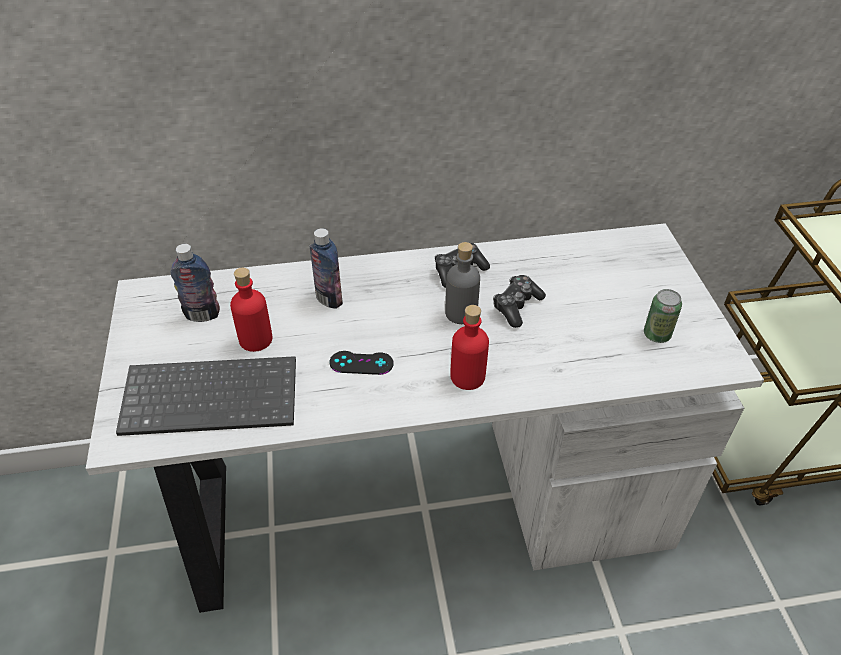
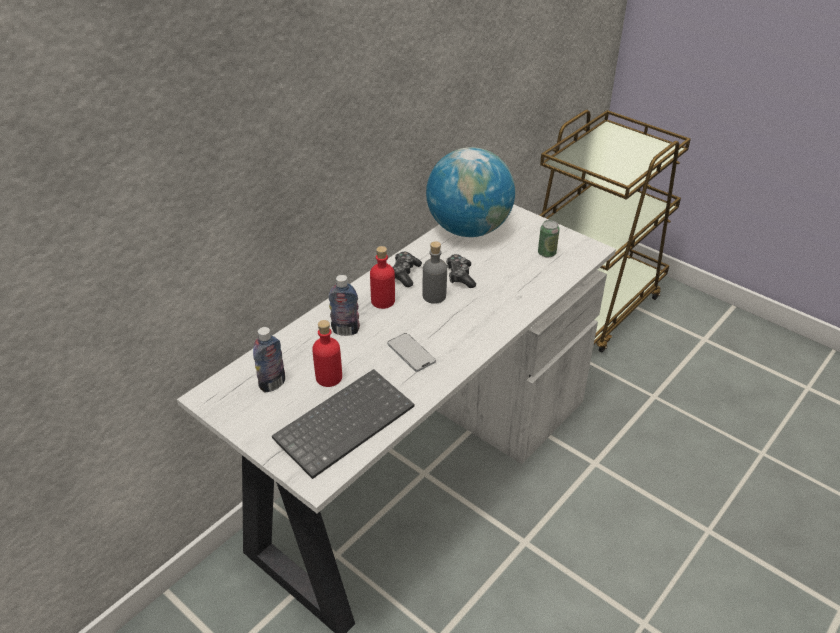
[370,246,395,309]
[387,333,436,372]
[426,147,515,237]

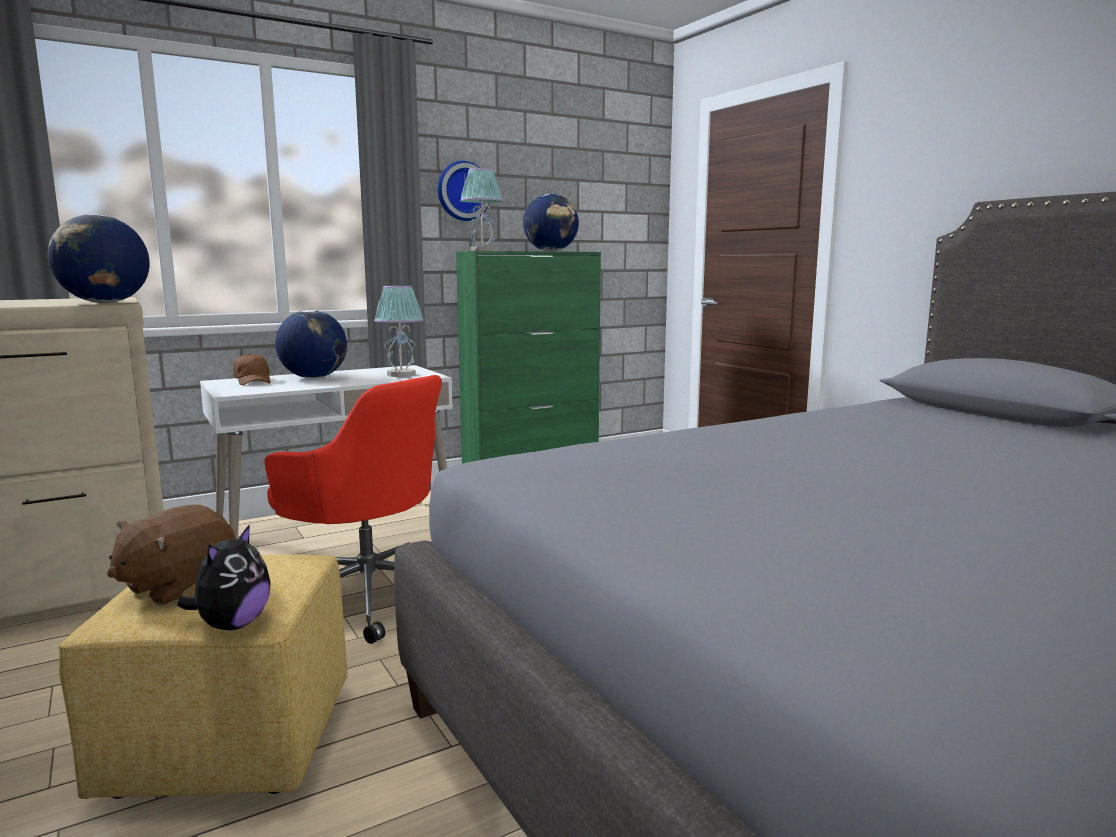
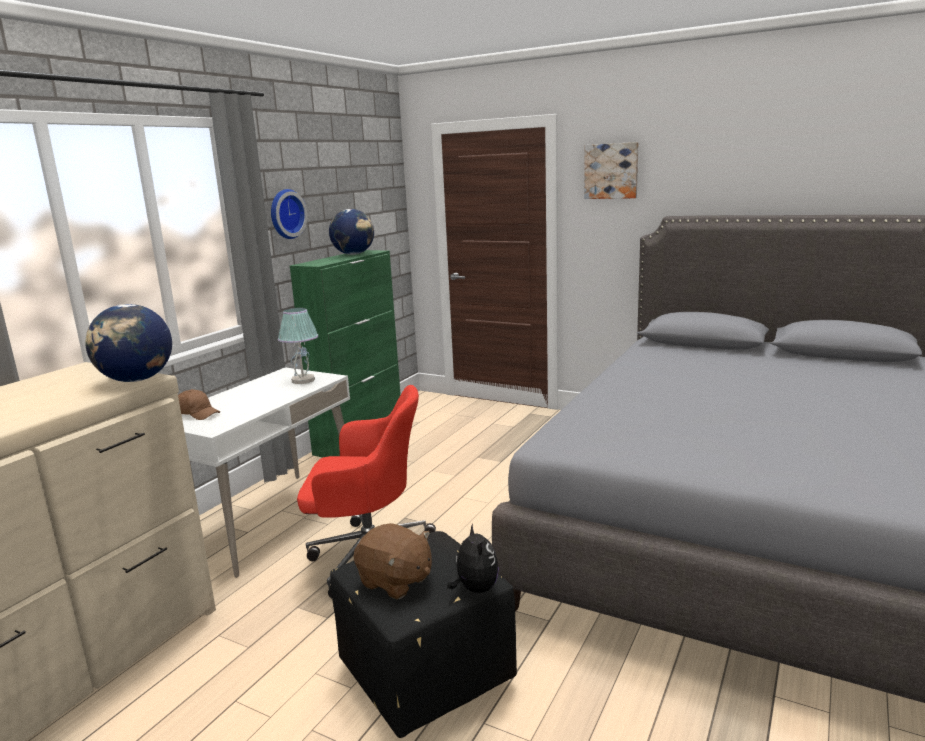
[460,168,503,251] (first image)
[275,310,347,378] (first image)
[354,523,432,600]
[330,531,517,738]
[584,142,638,199]

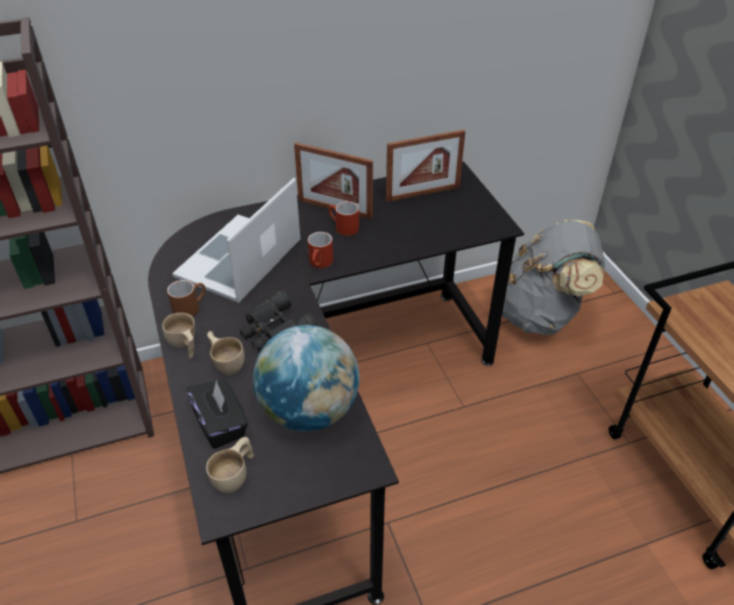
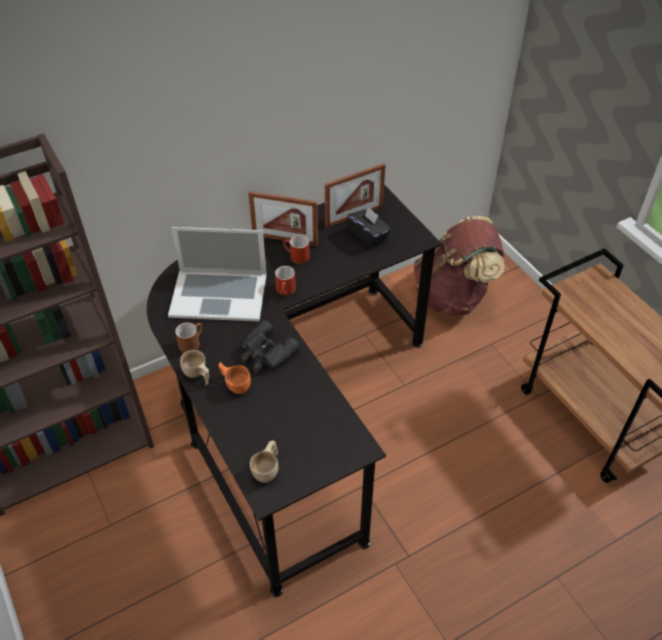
[168,227,267,321]
[414,216,505,316]
[253,325,360,431] (first image)
[218,362,251,394]
[347,207,391,248]

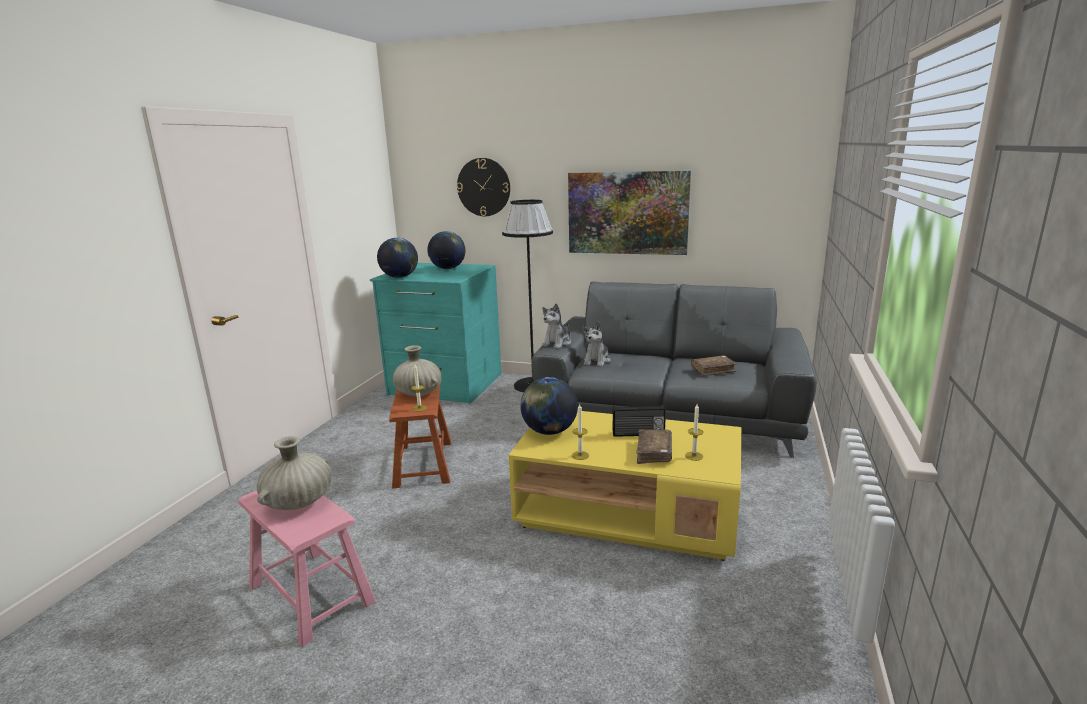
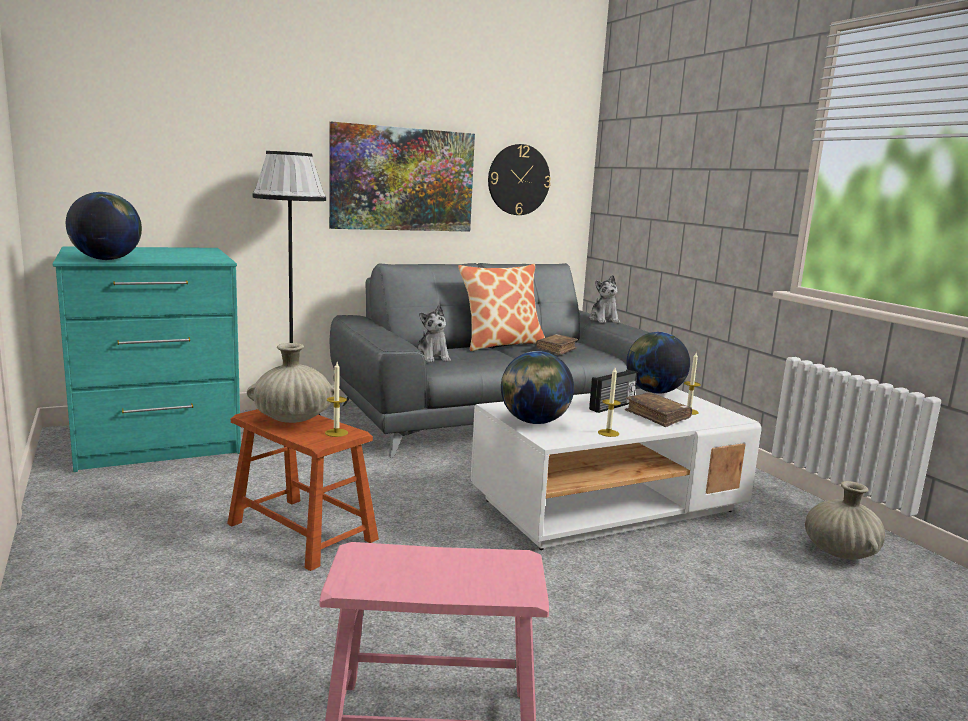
[488,144,551,215]
[626,332,690,394]
[589,275,620,323]
[471,389,762,550]
[805,481,885,560]
[458,264,545,351]

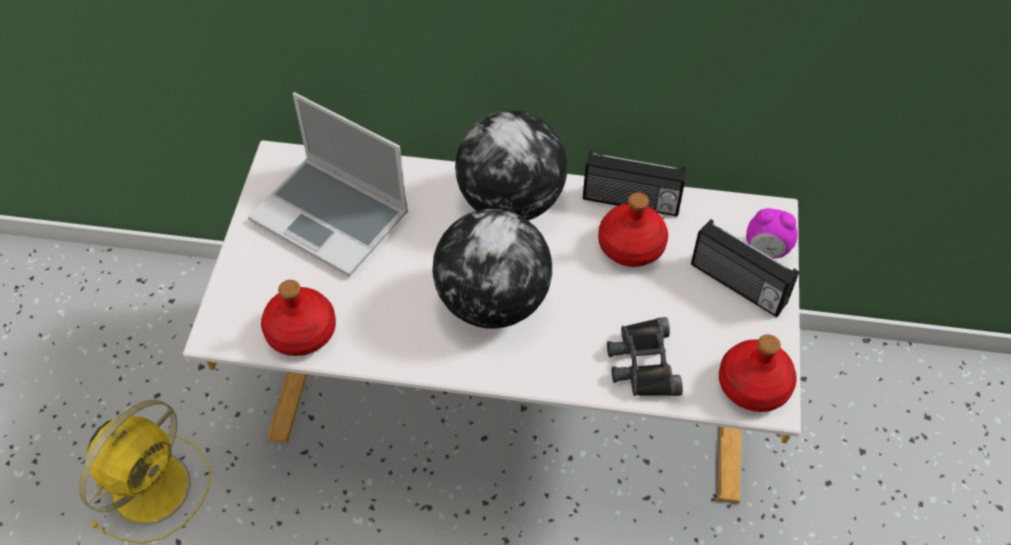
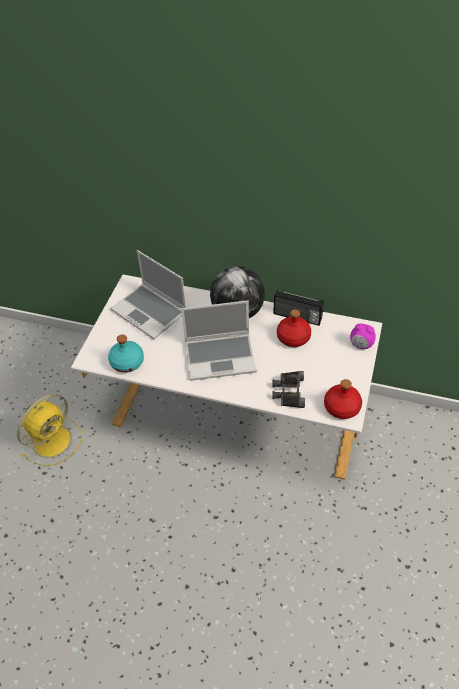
[181,300,257,381]
[691,219,799,317] (first image)
[108,335,144,373]

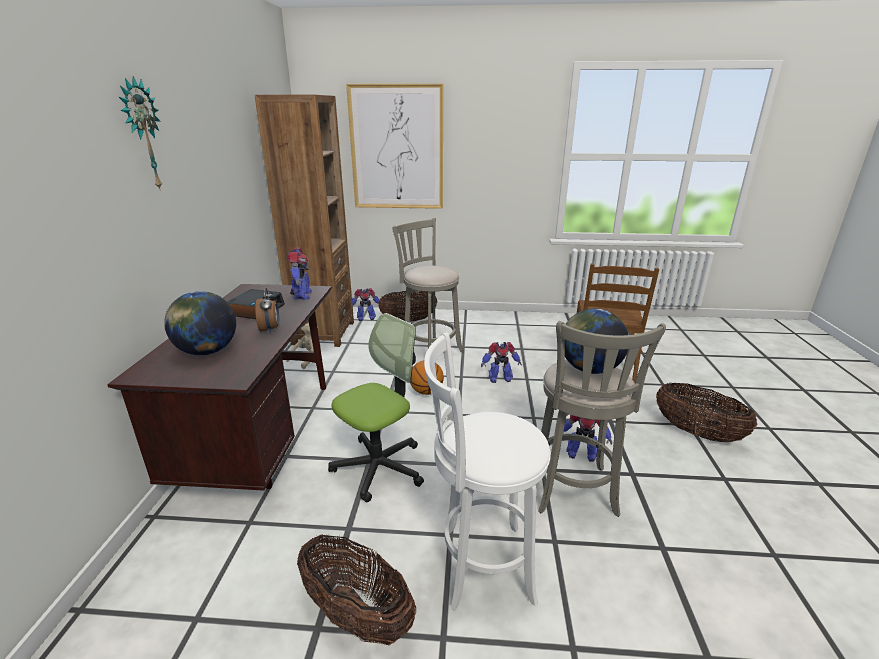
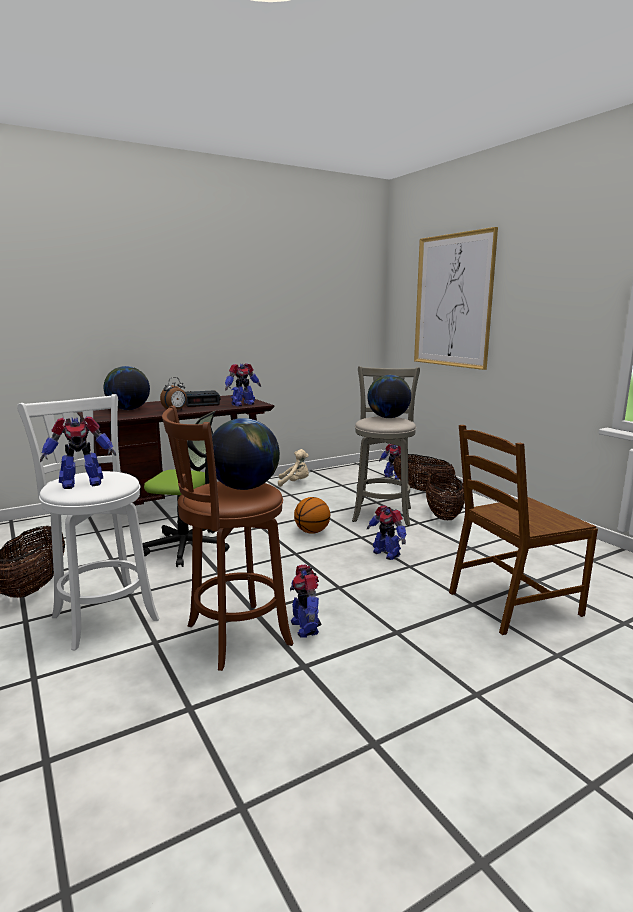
[119,76,162,191] (first image)
[254,95,354,347] (first image)
[162,405,293,671]
[426,472,465,520]
[367,375,411,418]
[40,416,116,489]

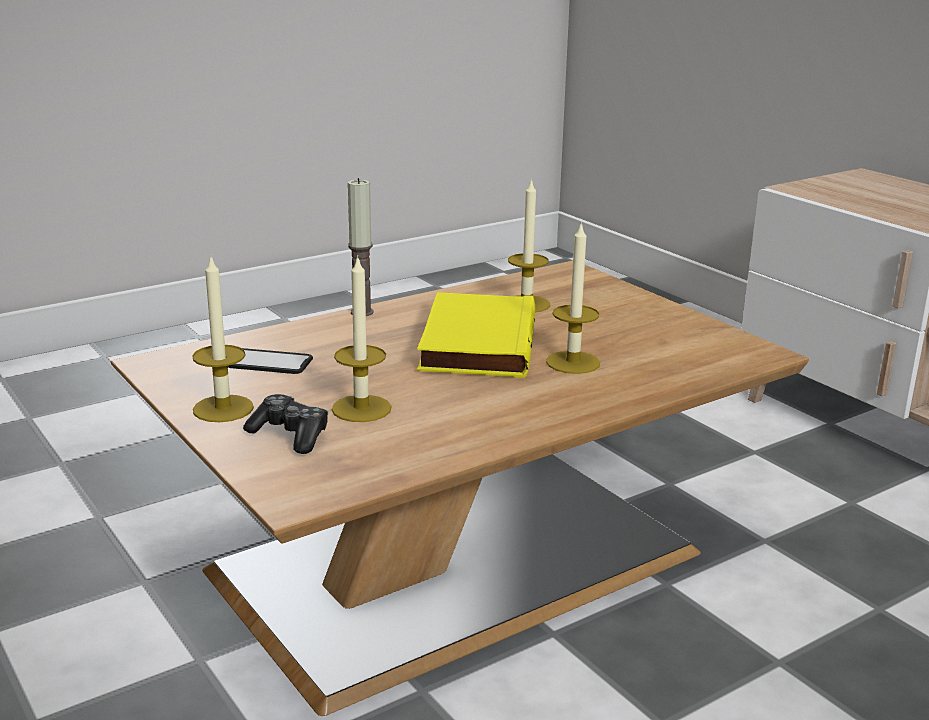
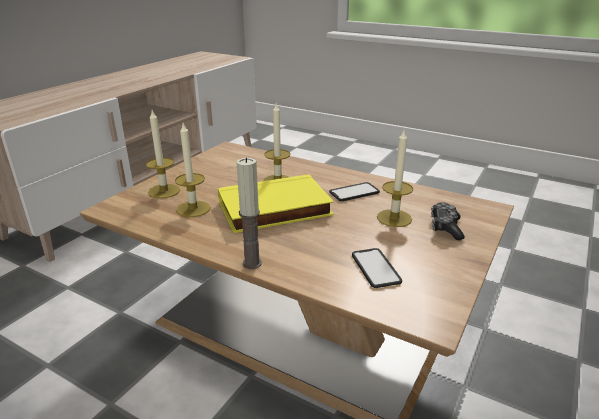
[146,111,180,198]
[329,182,380,201]

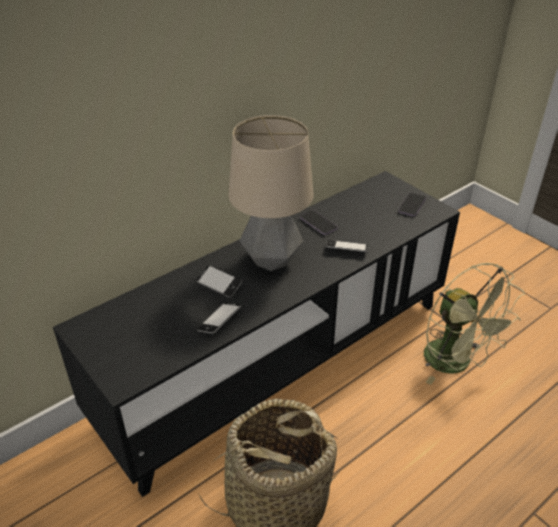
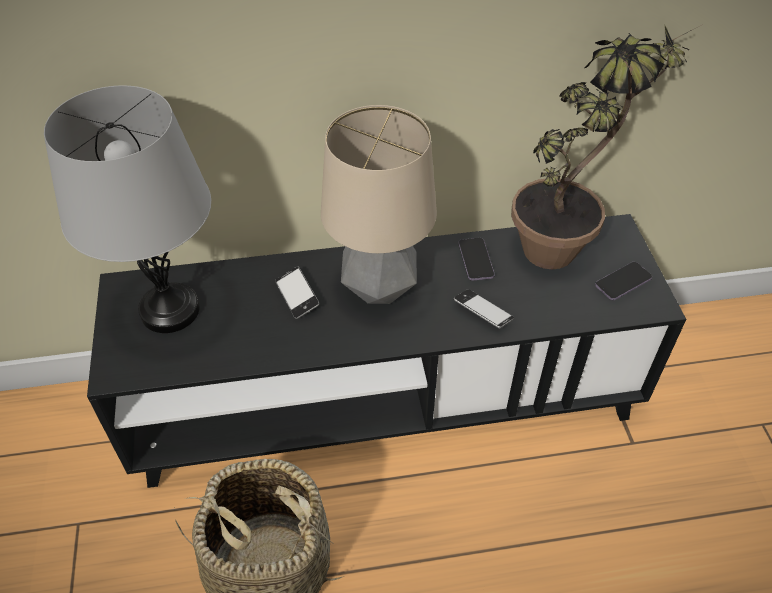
[424,263,525,385] (first image)
[197,302,241,334] (first image)
[511,23,705,269]
[44,85,211,333]

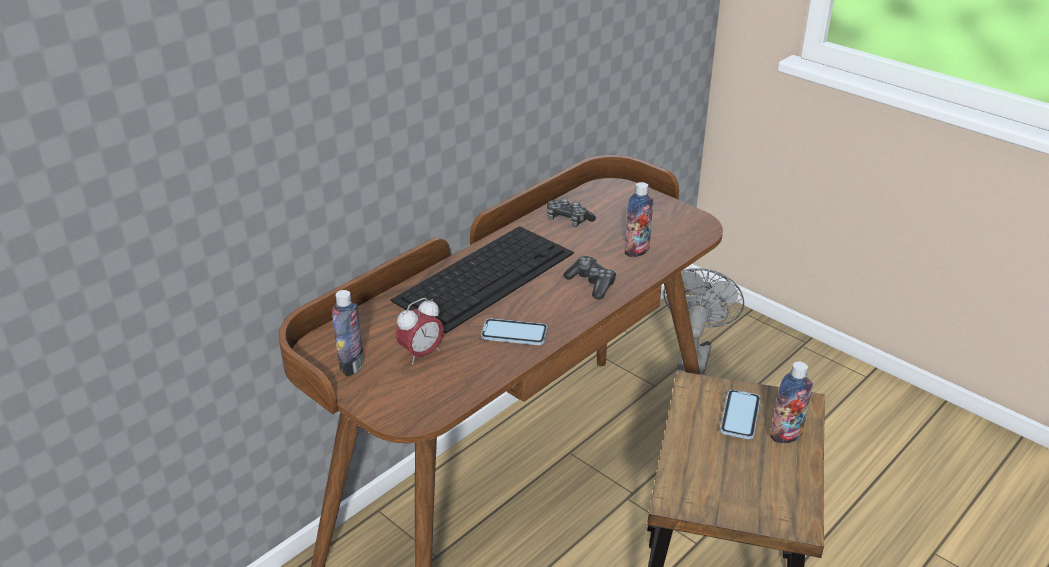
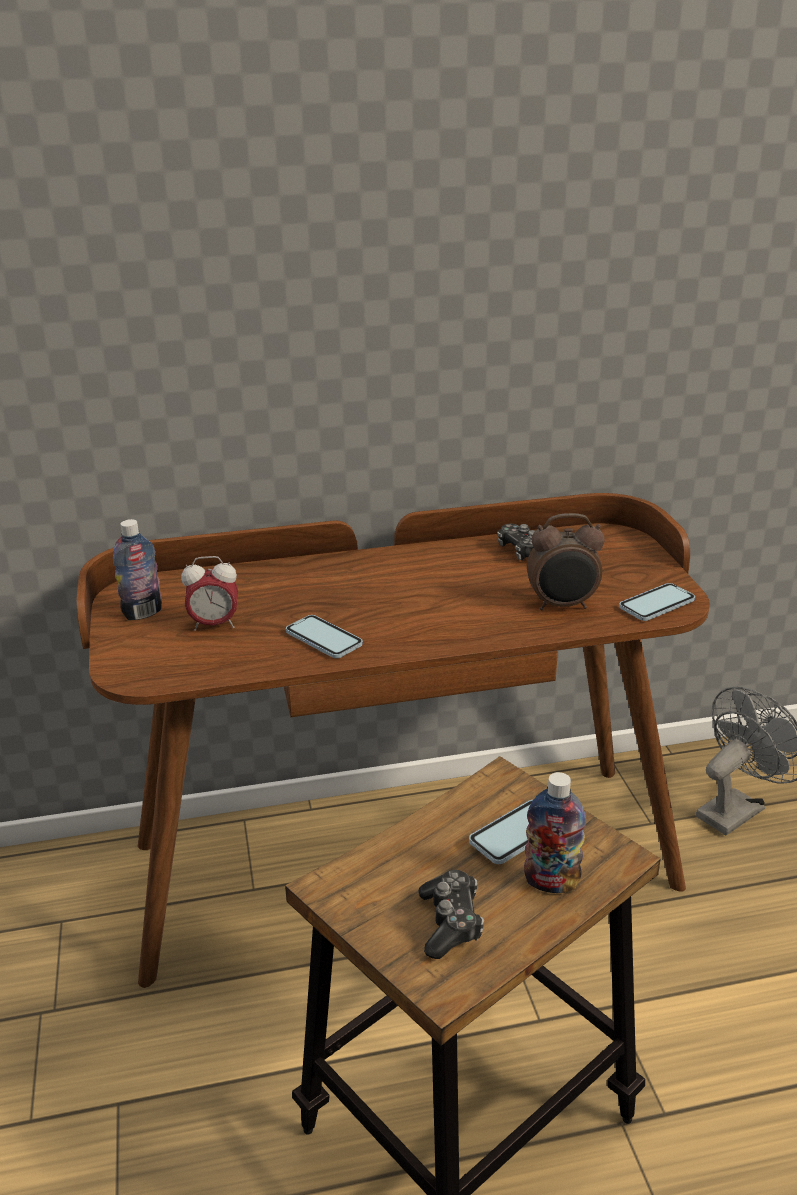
[527,513,605,610]
[391,226,574,333] (first image)
[419,870,484,959]
[619,583,695,621]

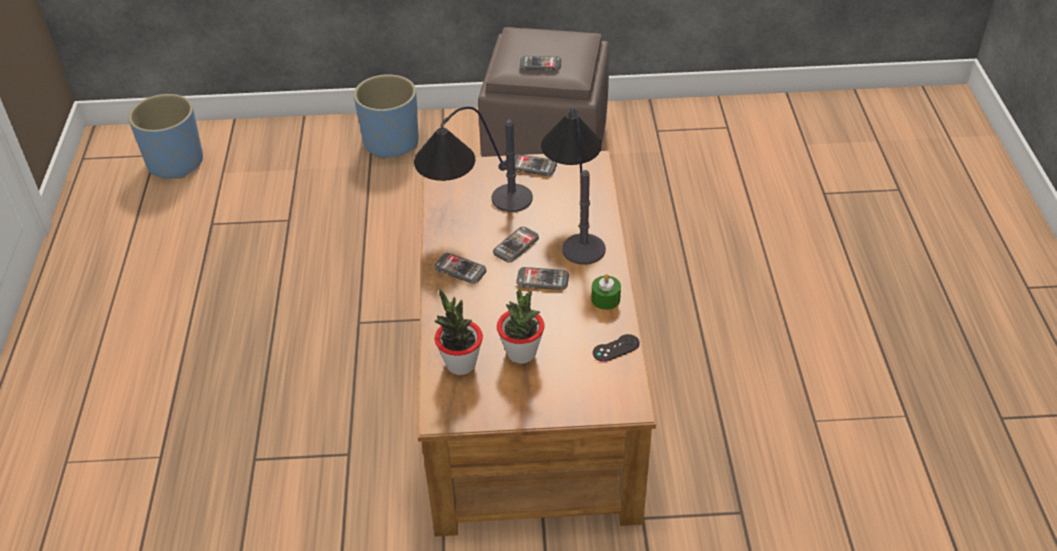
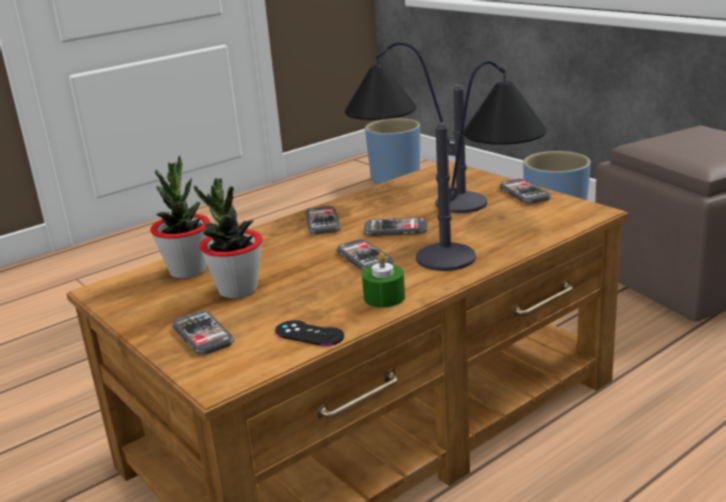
[172,311,235,355]

